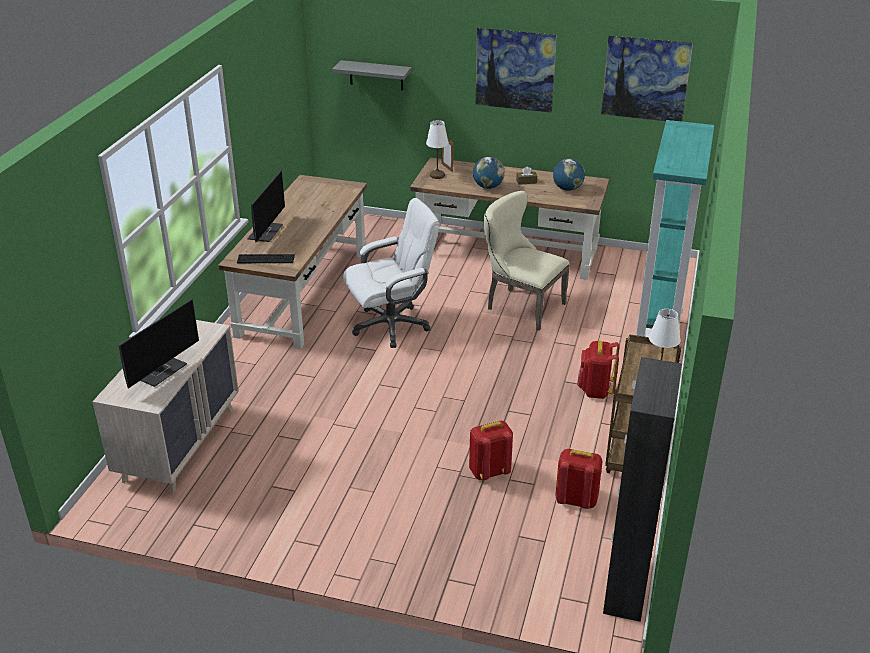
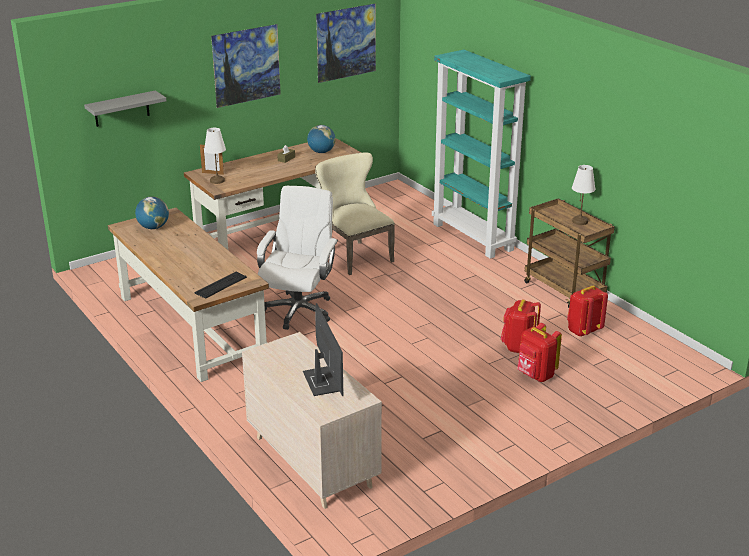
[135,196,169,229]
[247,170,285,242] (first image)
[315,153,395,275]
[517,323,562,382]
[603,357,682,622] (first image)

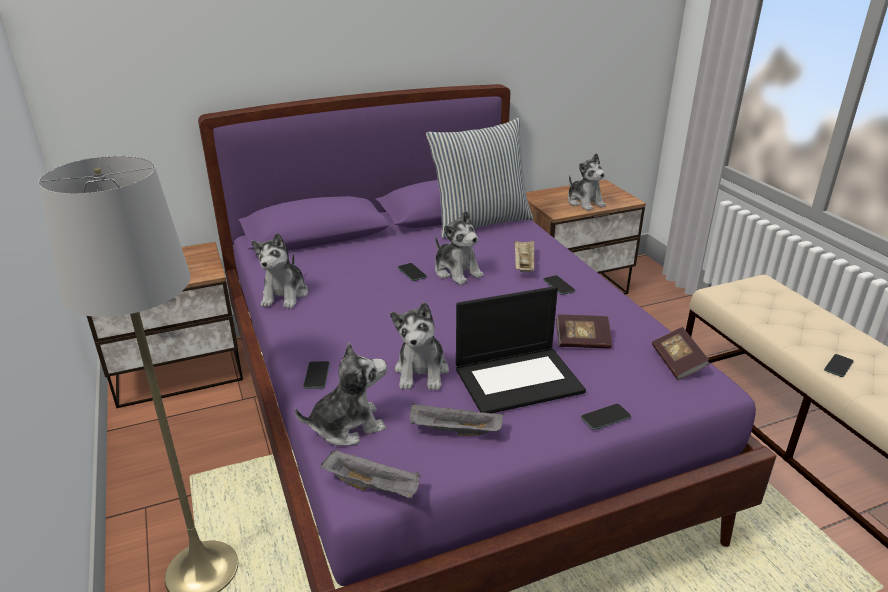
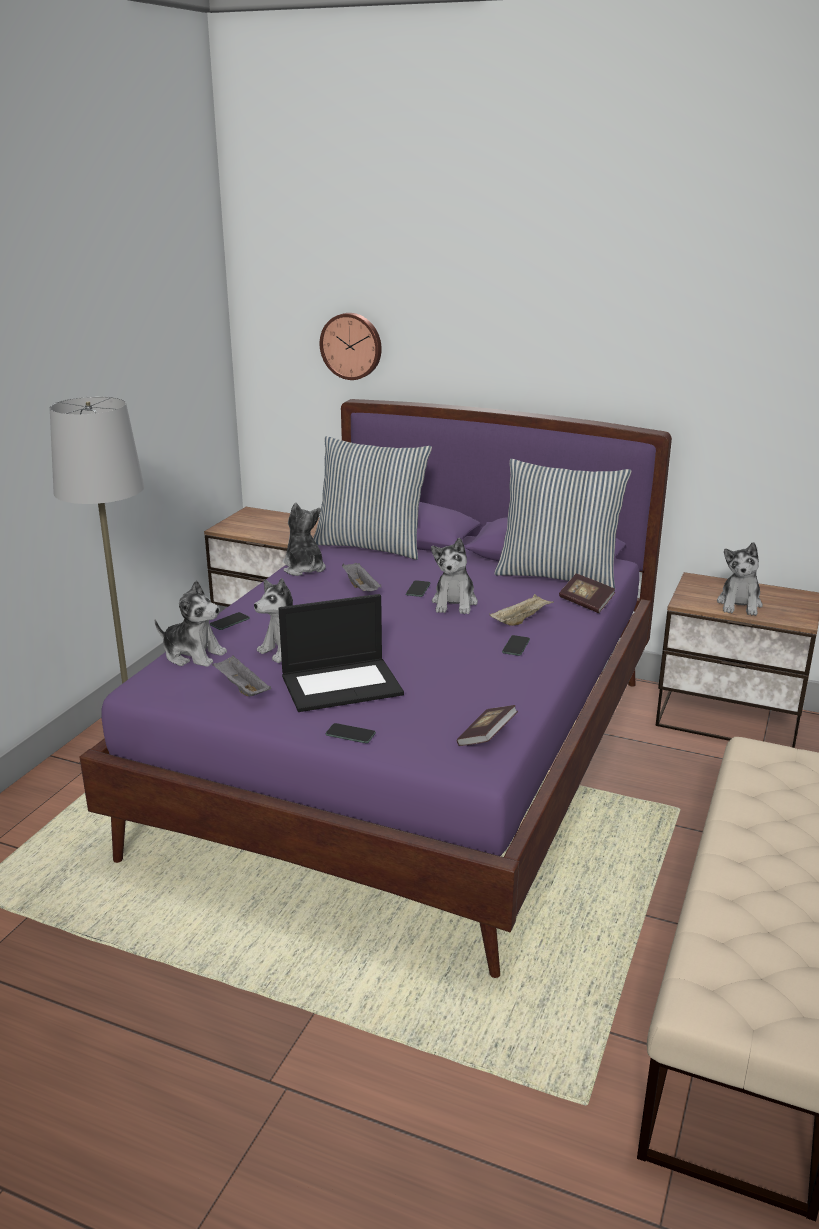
[283,503,326,576]
[279,594,404,712]
[559,574,615,613]
[824,354,854,377] (first image)
[342,563,382,591]
[320,313,382,380]
[313,436,432,560]

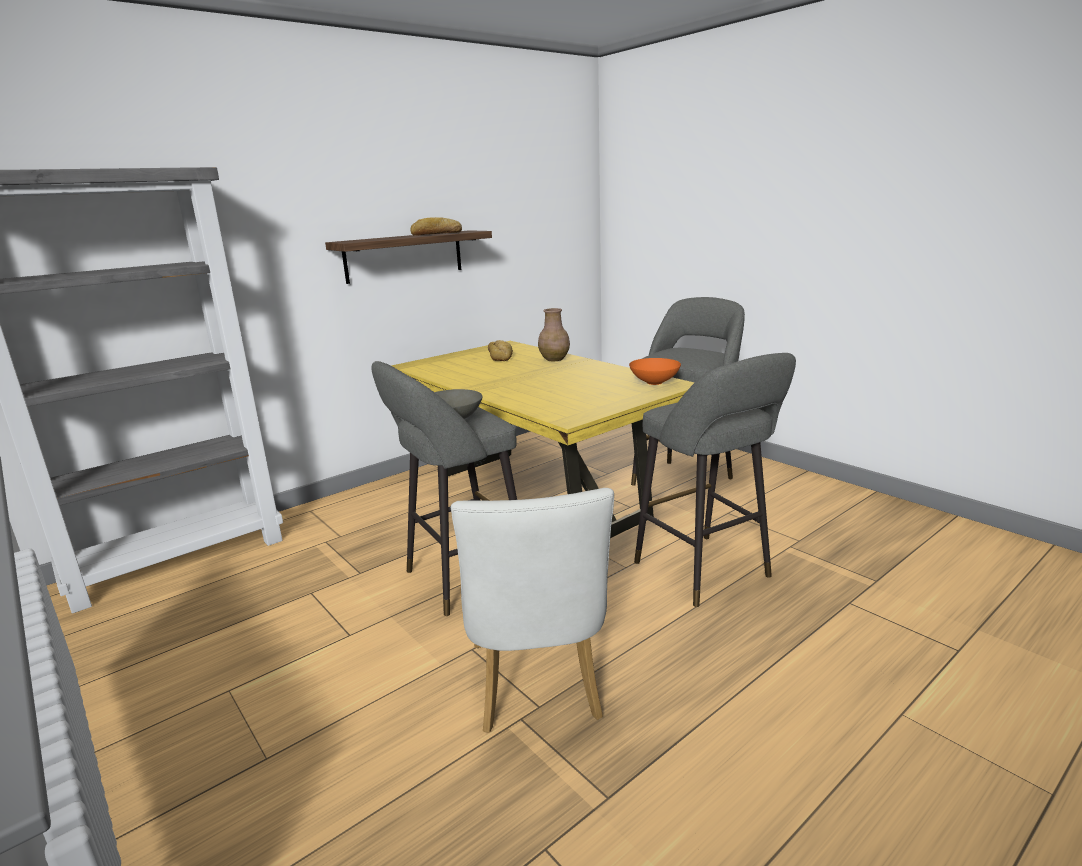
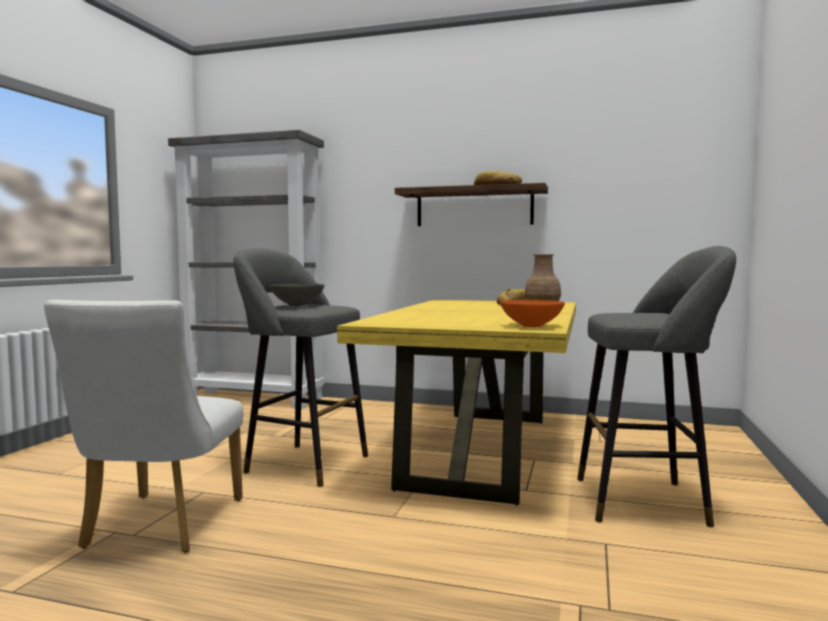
[634,353,796,607] (first image)
[44,300,244,553]

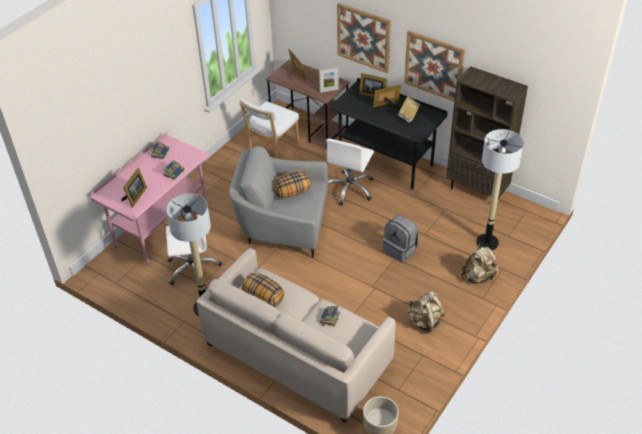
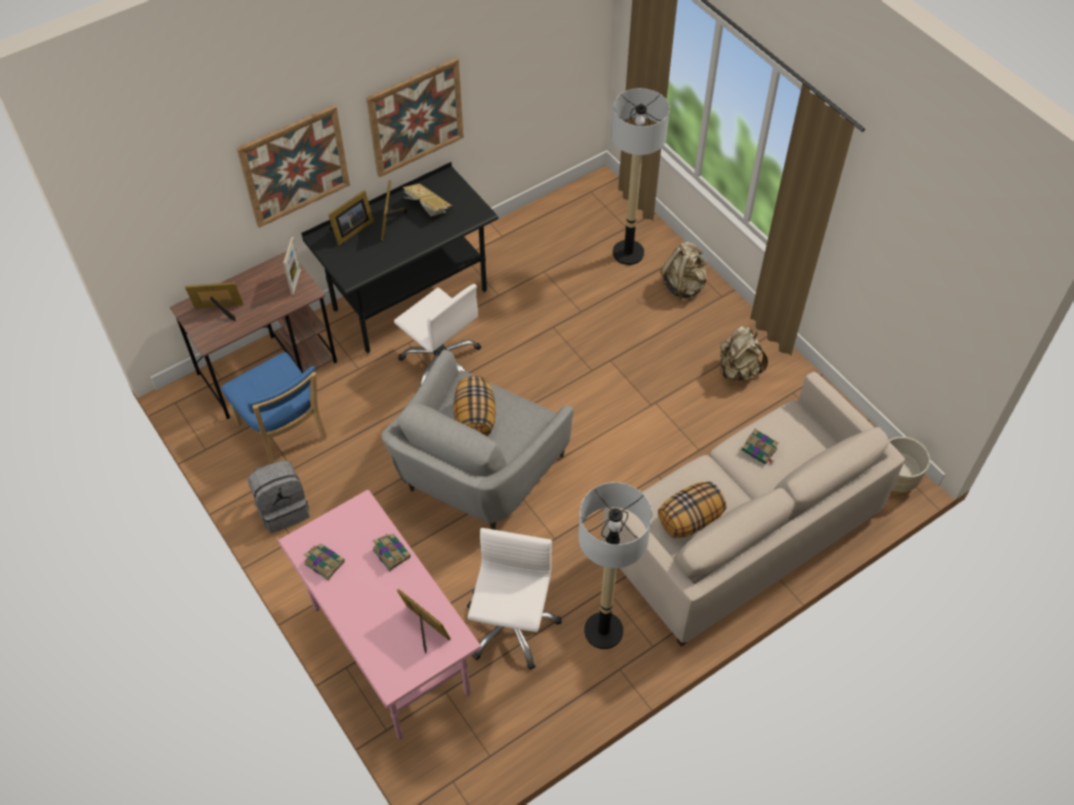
[446,66,528,199] (first image)
[221,352,327,464]
[248,461,310,533]

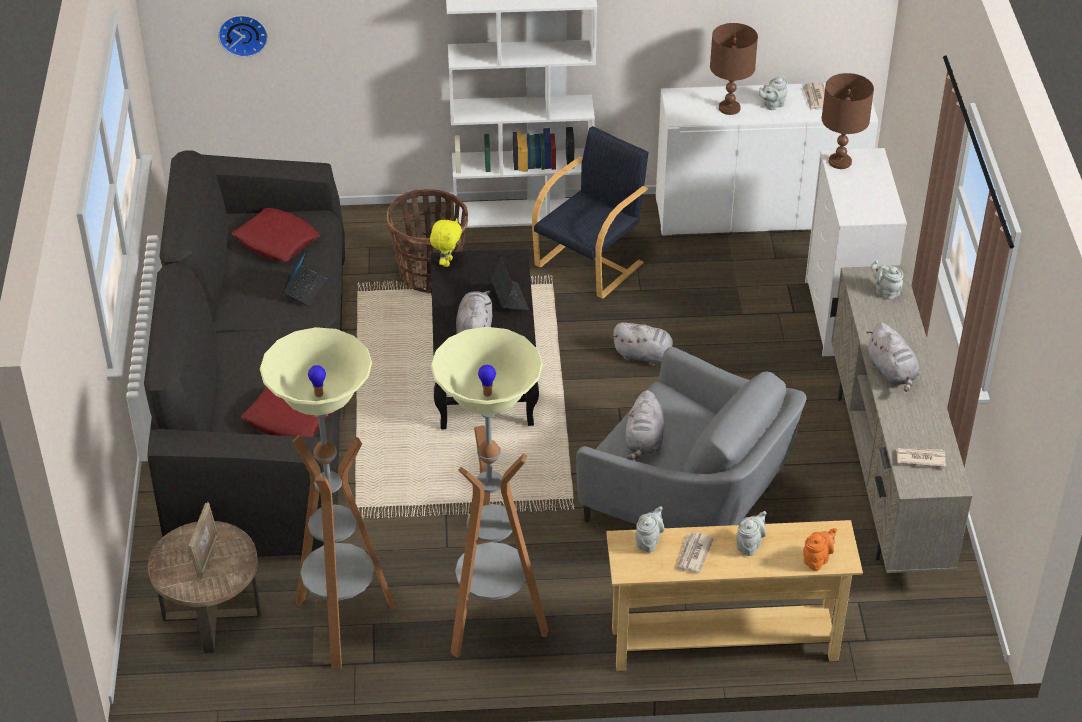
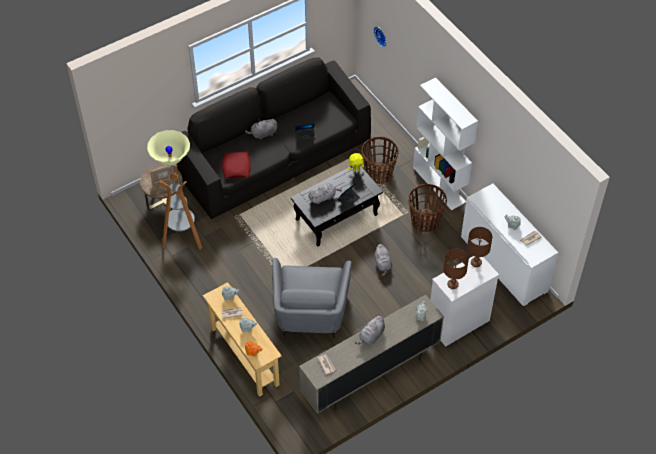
[443,249,469,289]
[408,184,447,232]
[232,208,320,262] (first image)
[431,327,549,658] (first image)
[245,119,277,140]

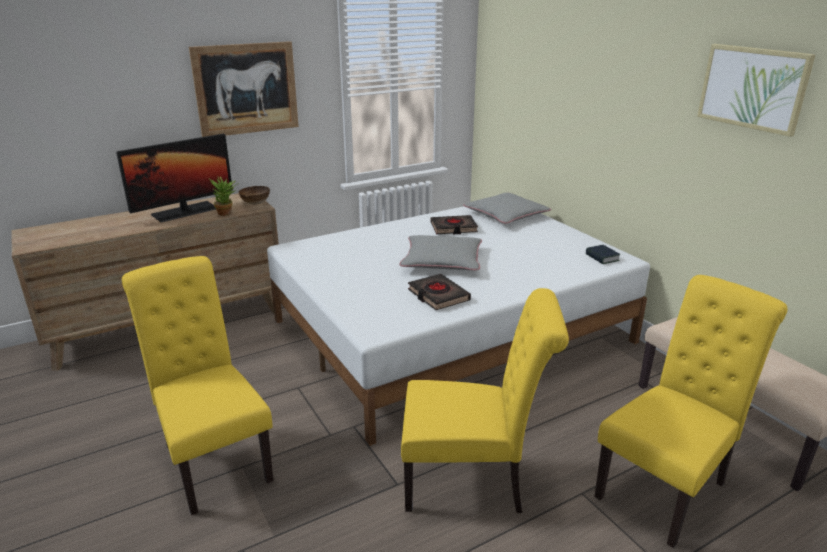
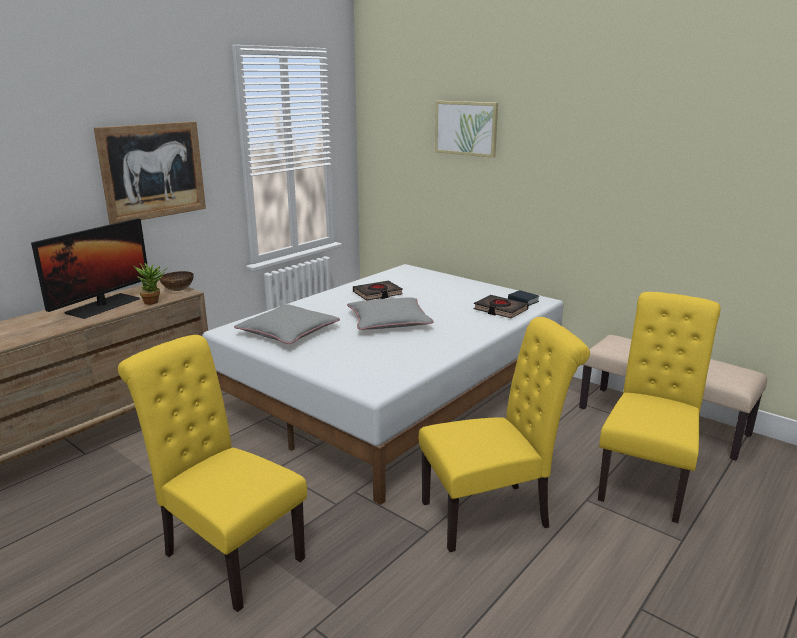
[435,101,498,158]
[234,304,340,344]
[474,295,529,318]

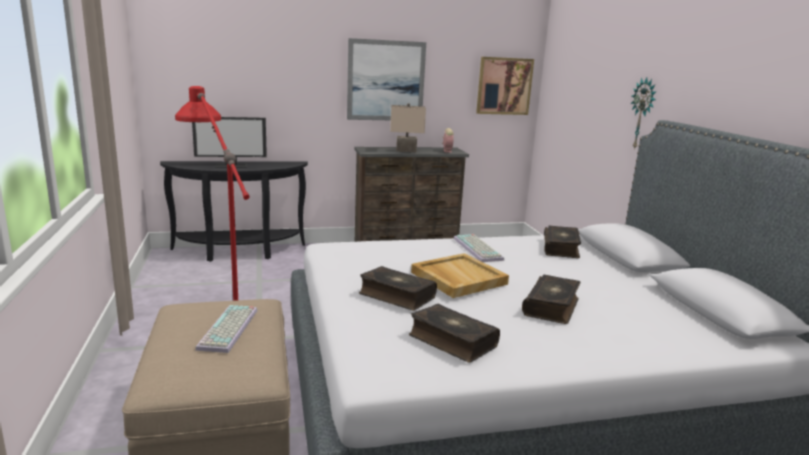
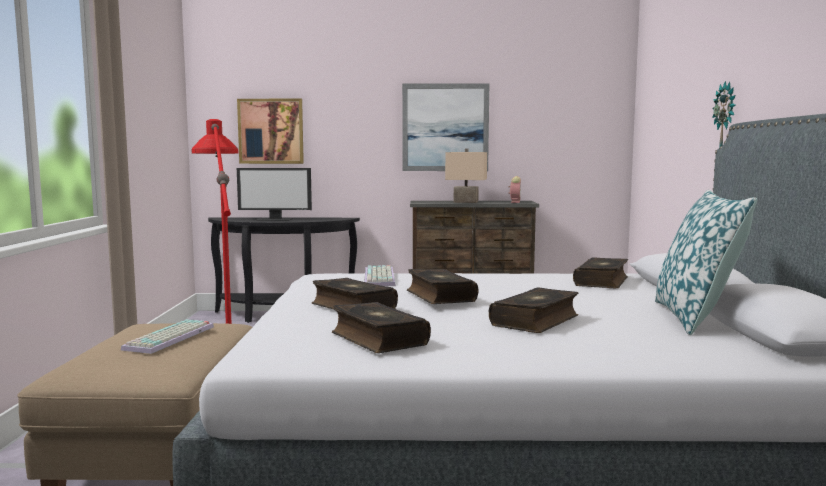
[237,99,304,164]
[364,265,396,286]
[407,269,478,304]
[655,190,757,335]

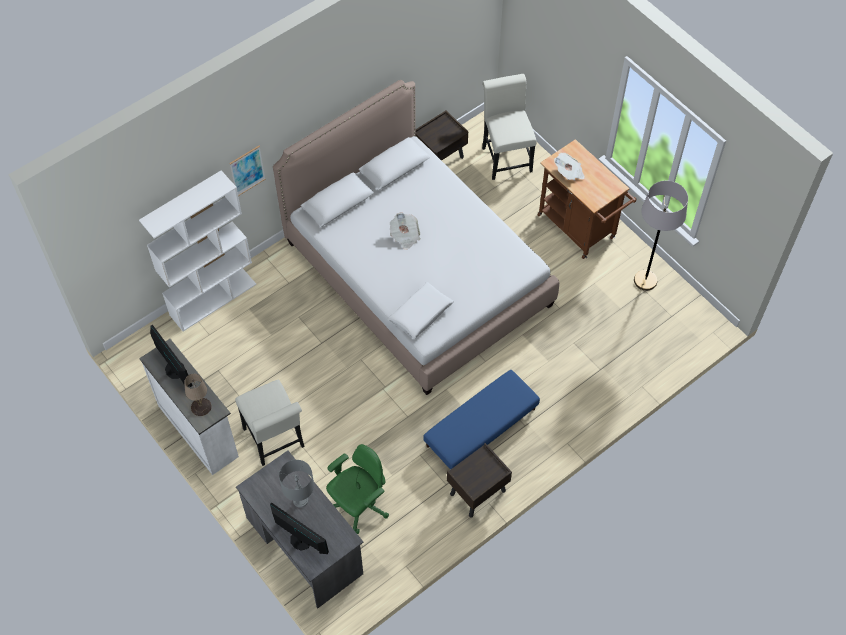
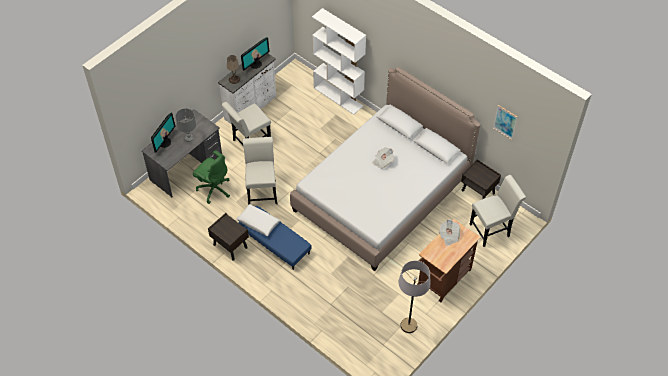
[493,105,517,140]
[236,204,280,236]
[243,137,277,205]

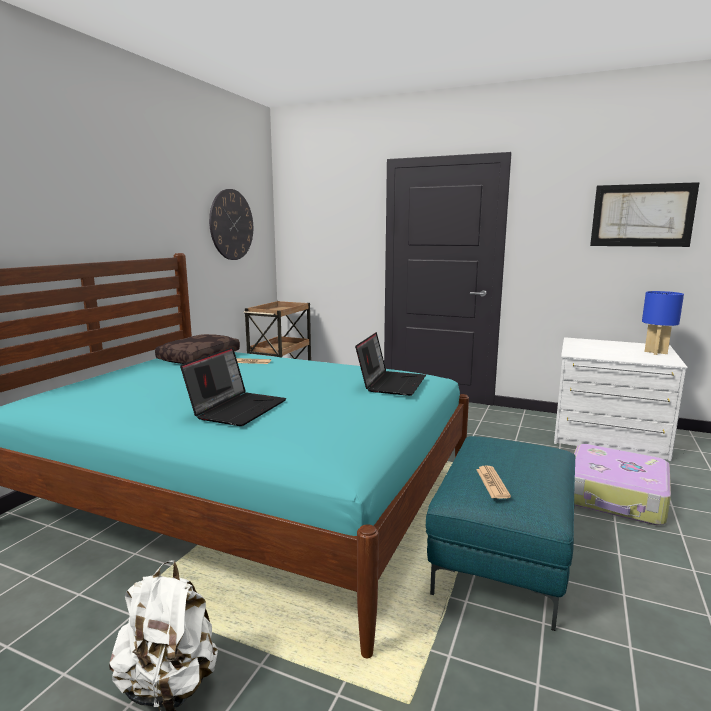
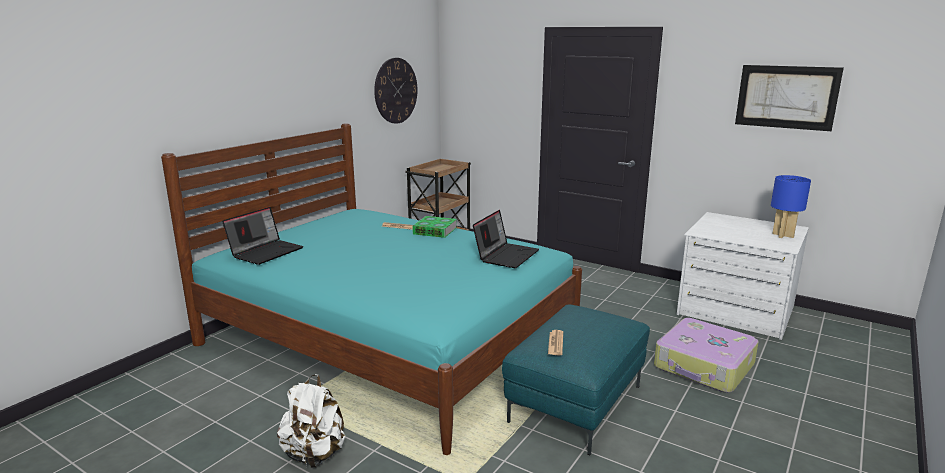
[155,334,240,364] (first image)
[222,207,303,265]
[412,216,457,238]

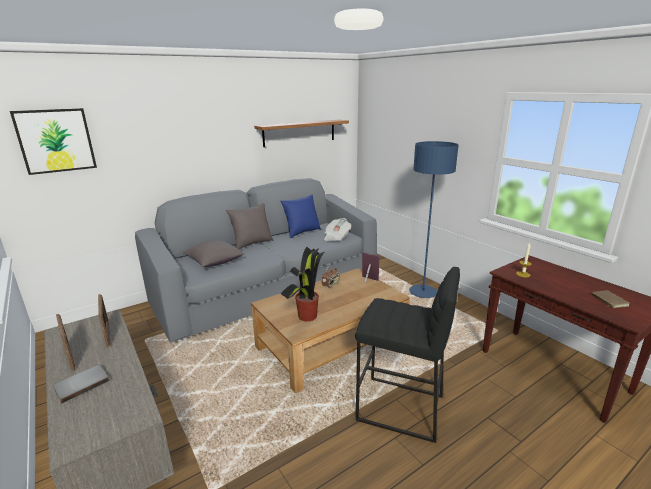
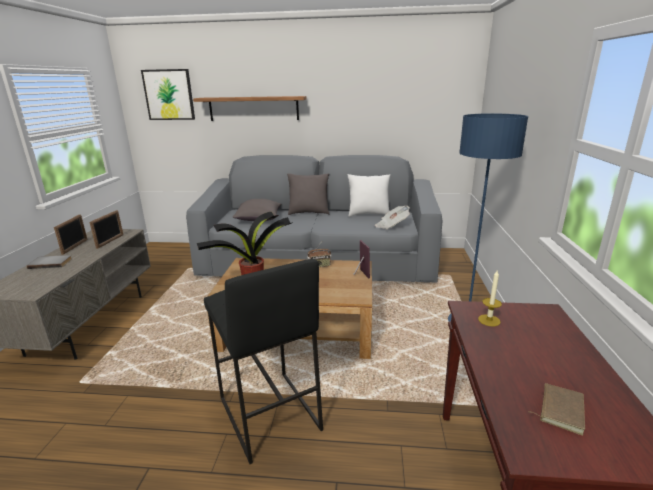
[193,96,307,121]
[347,174,390,217]

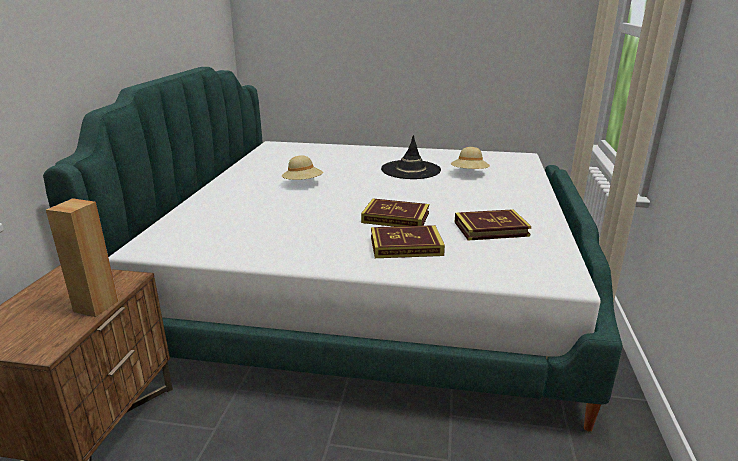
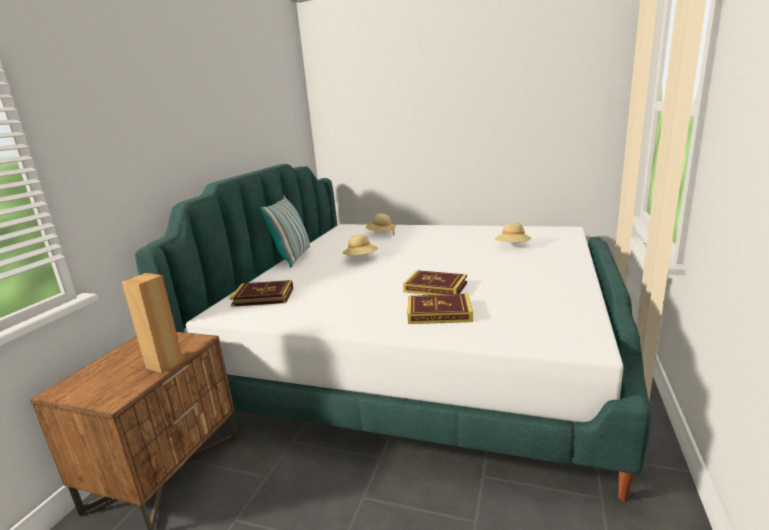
[381,135,441,179] (first image)
[230,280,293,307]
[260,195,310,268]
[366,213,396,236]

